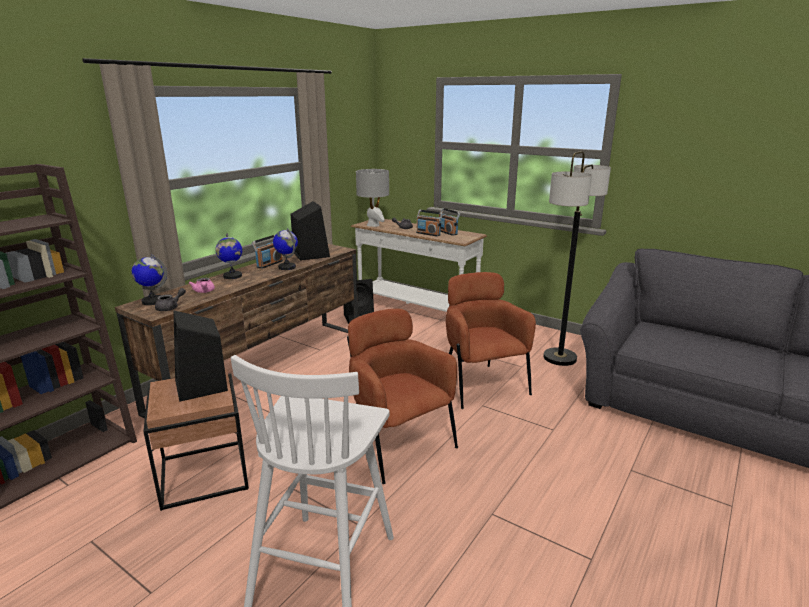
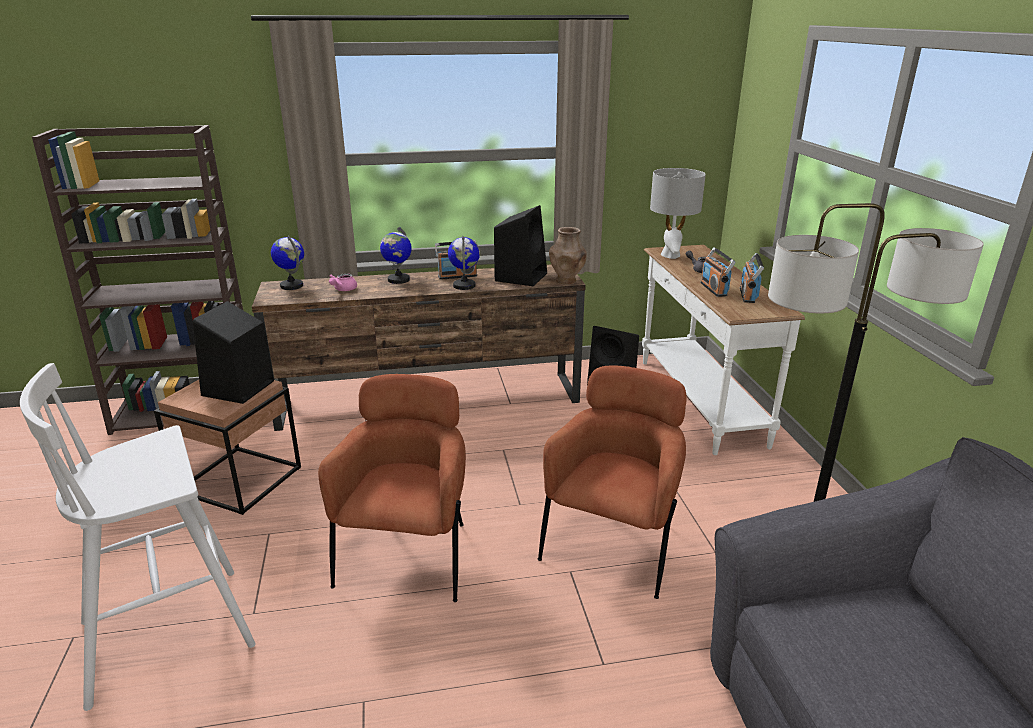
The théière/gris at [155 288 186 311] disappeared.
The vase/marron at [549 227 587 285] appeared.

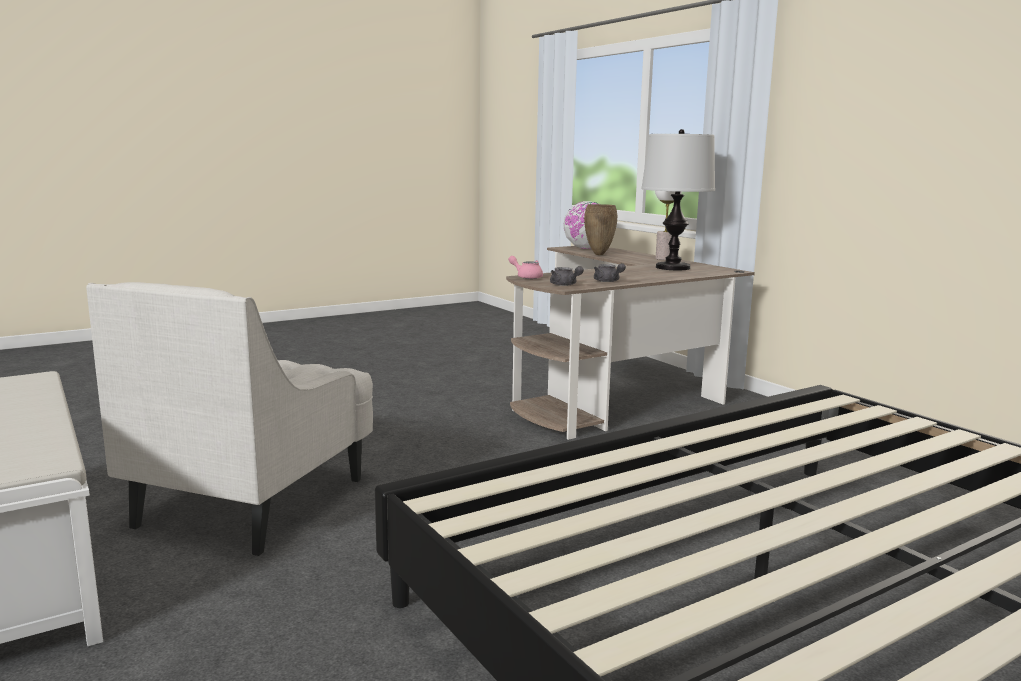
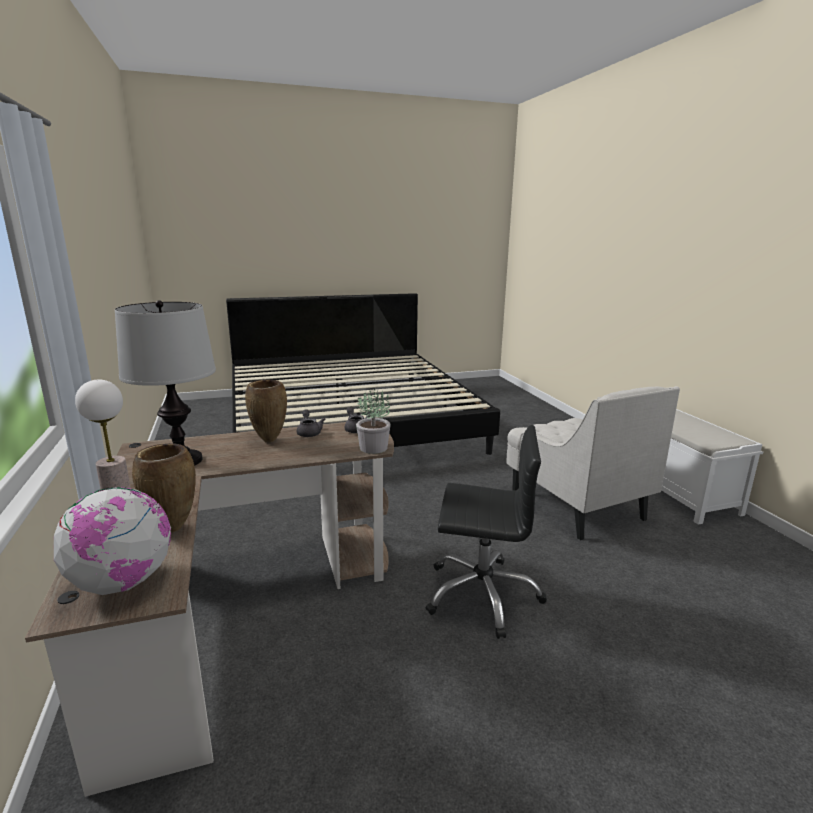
The fauteuil/blanc at [86 282 373 556] turned 120 degrees clockwise.
The théière/rose at [508 256 543 279] was replaced by the plante en pot at [356 389 391 454].
The vase/marron at [245 380 287 443] appeared.
The chaise de bureau/noir at [426 425 547 639] appeared.

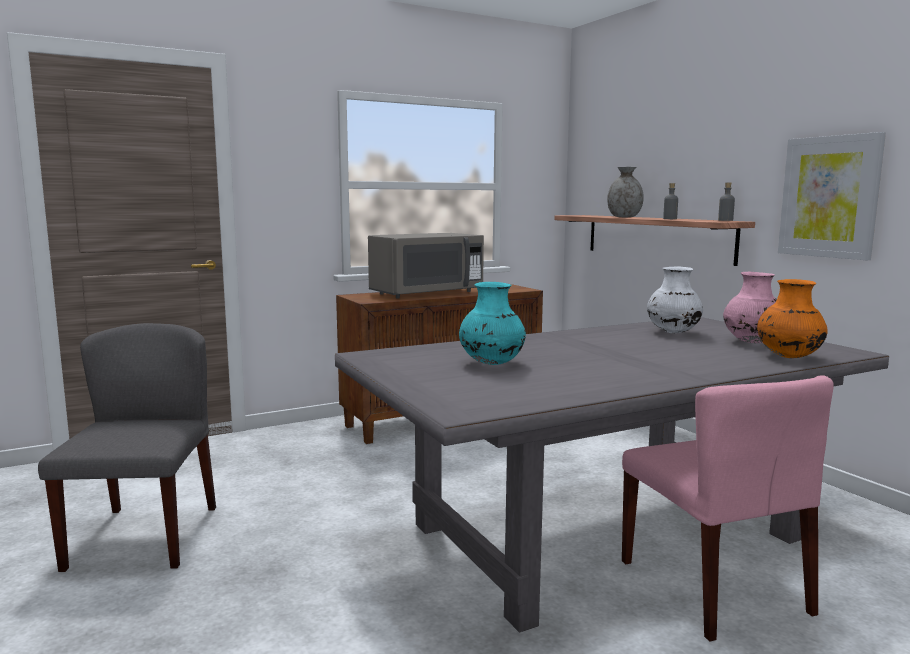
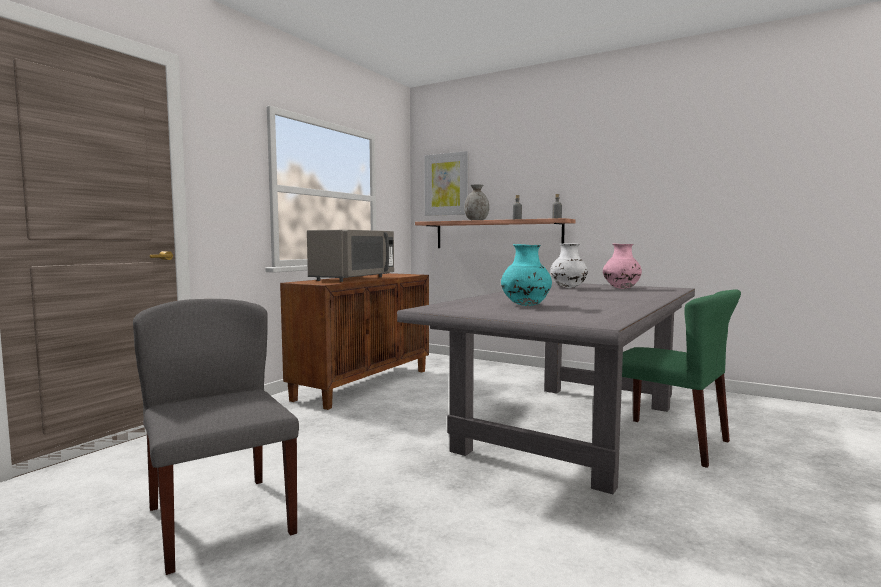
The chaise/rose at [622 375 834 642] became the chaise/vert at [622 289 741 468].
The vase/orange at [757 279 828 358] disappeared.
The tableau moved from [778 132 886 260] to [425 151 469 216].

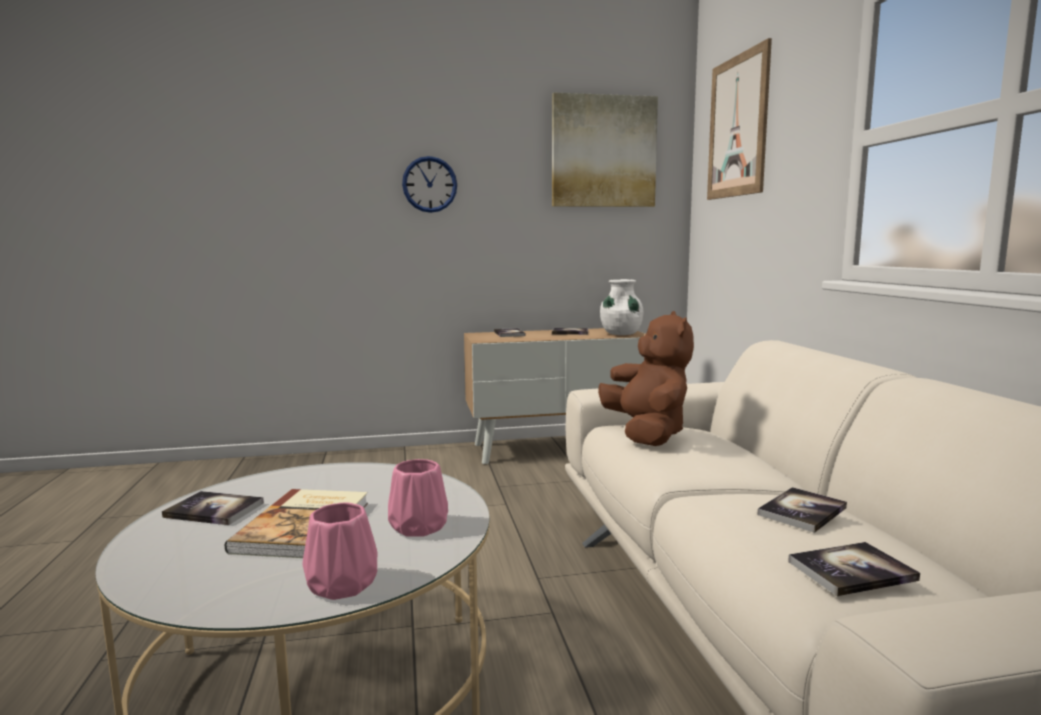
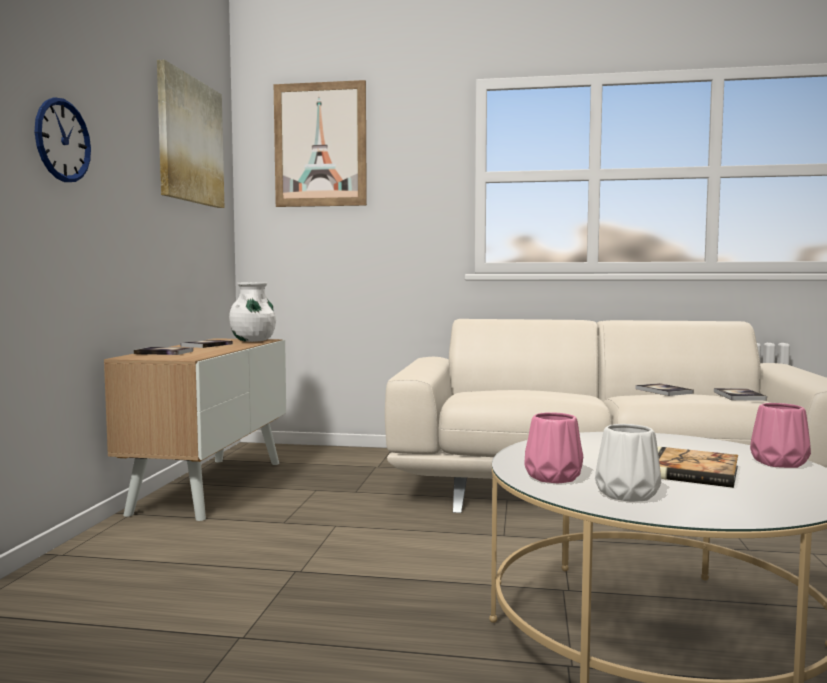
The livre at [162 491 264 525] was replaced by the vase/blanc at [595 424 661 502].
The vase/rose moved from [388 459 448 537] to [524 412 583 484].
The peluche/marron at [598 311 694 446] disappeared.

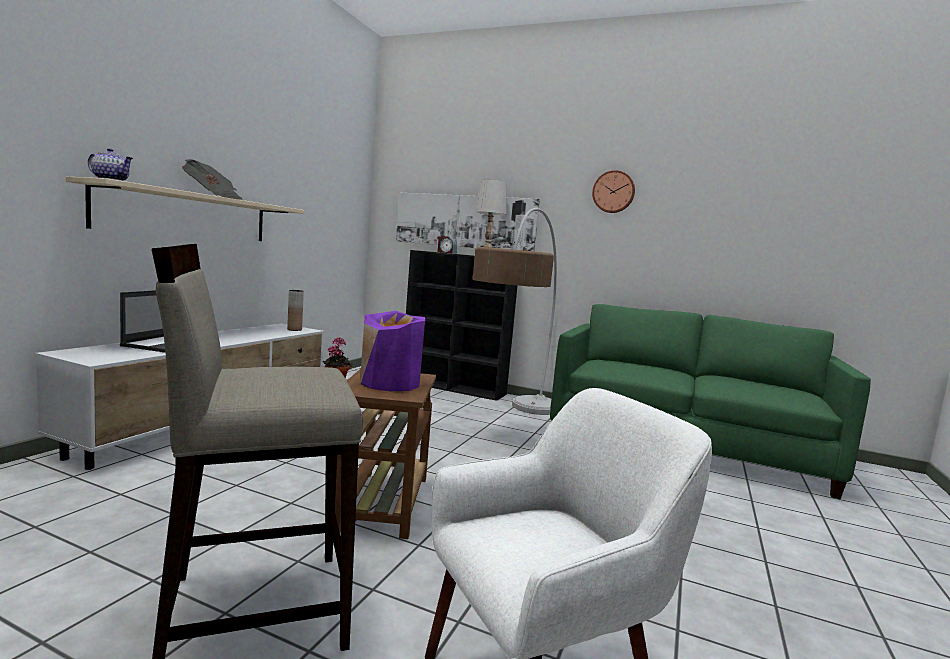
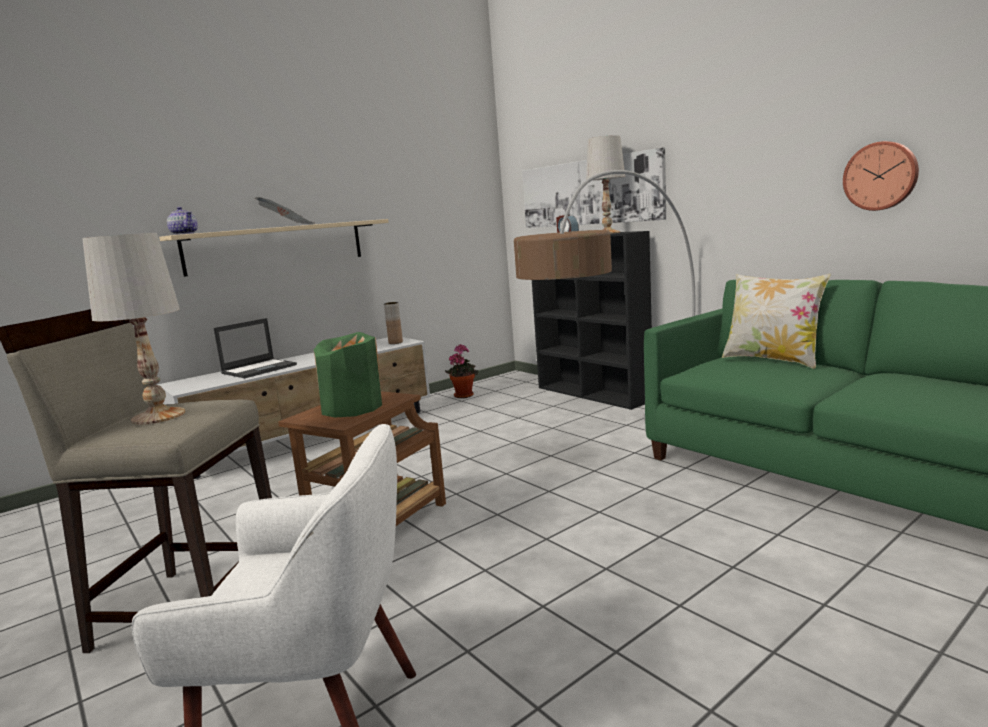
The vase/violet at [360 311 425 391] became the vase/vert at [314 332 382 417].
The horloge murale moved from [592 170 635 213] to [843 141 919 211].
The lampe de table/blanc at [82 233 185 425] appeared.
The coussin at [722 274 831 369] appeared.

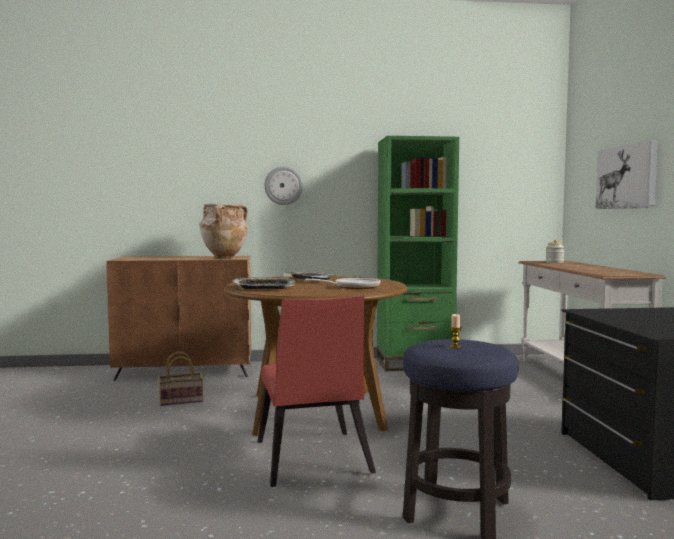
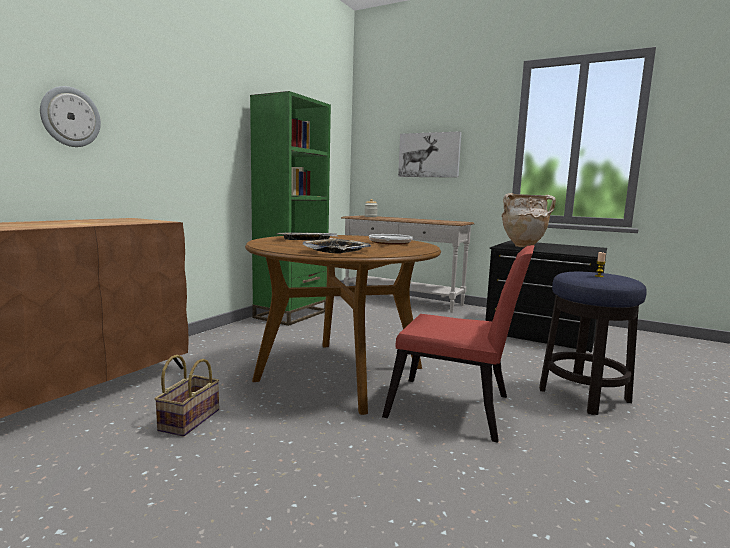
The vase/beige moved from [199 203 248 259] to [501 193 556 248].
The horloge murale moved from [264 166 303 205] to [40 86 101 147].

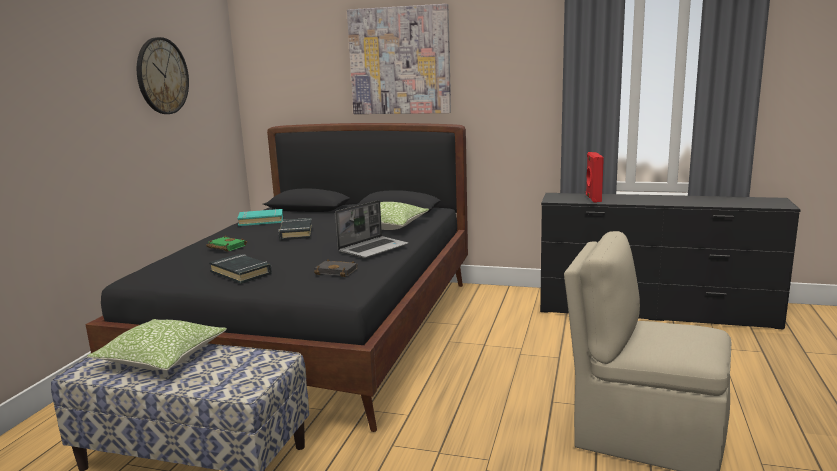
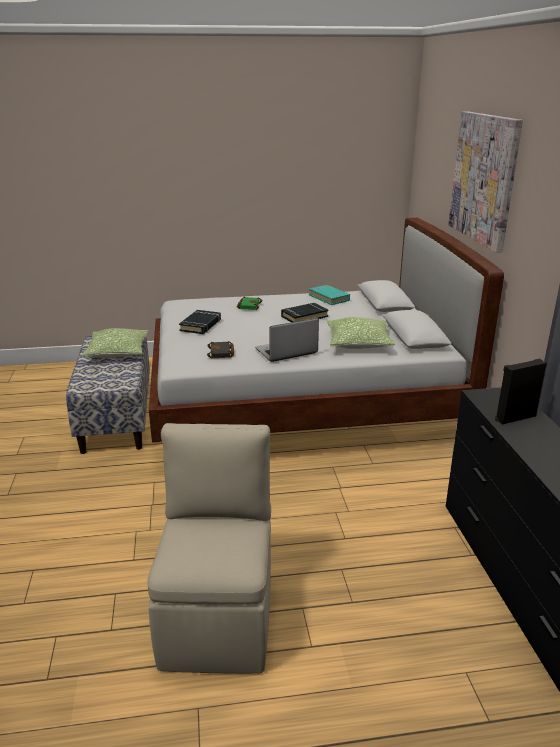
The lit/noir at [85 123 468 432] became the lit/blanc at [149 218 504 442].
The horloge murale at [137 37 189 114] disappeared.
The ordinateur portable at [335 200 409 258] turned 135 degrees clockwise.
The enceinte/rouge at [586 152 604 203] became the enceinte/noir at [495 359 547 425].

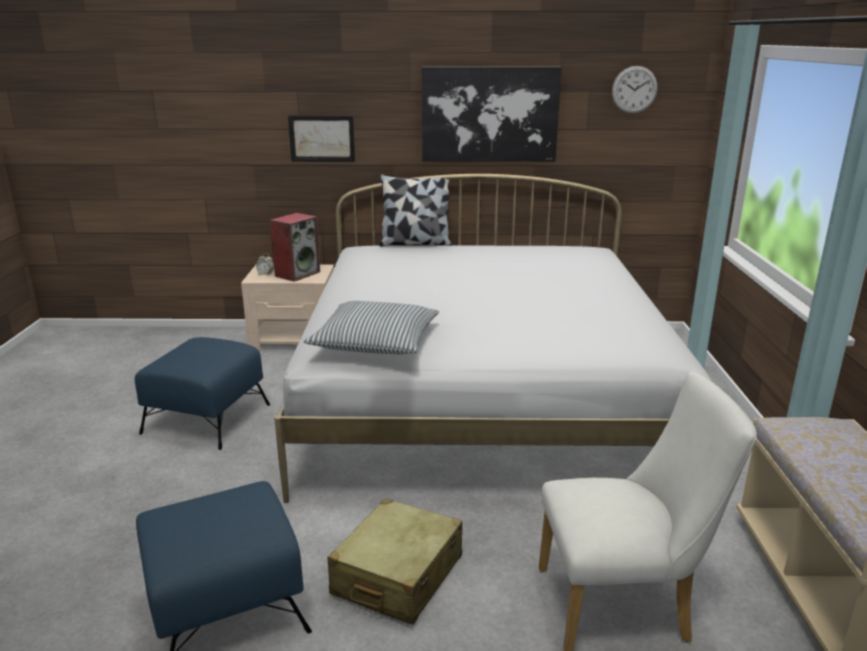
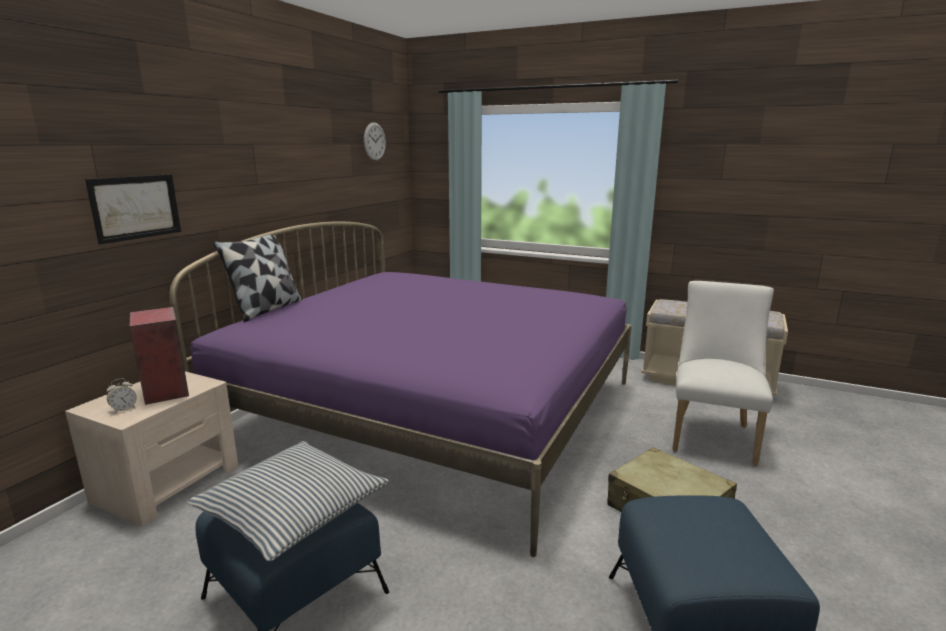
The lit/blanc at [274 174 711 503] became the lit/violet at [169 221 632 557].
The coussin moved from [304 301 439 354] to [187 441 389 561].
The tableau at [422 67 562 162] disappeared.

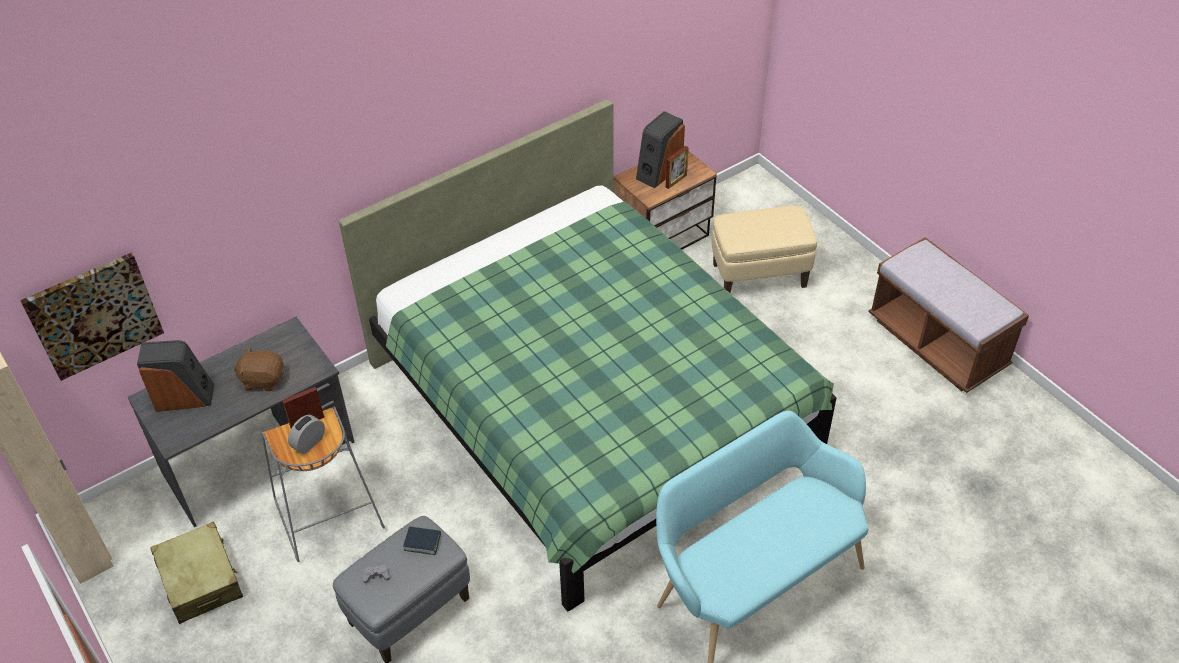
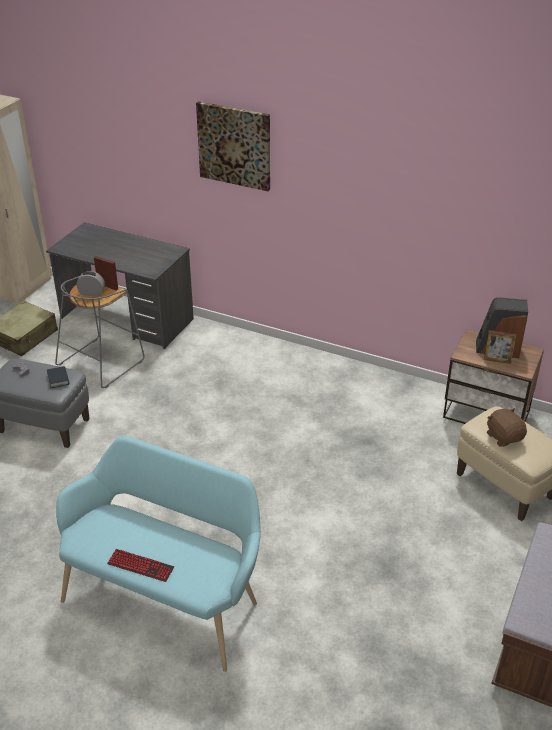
The tableau moved from [20 252 164 381] to [196 101 270 191].
The enceinte at [137 340 214 412] disappeared.
The peluche/marron moved from [234 347 284 391] to [487 408 527 447].
The lit/vert at [339 99 837 612] disappeared.
The clavier at [107 549 174 582] appeared.

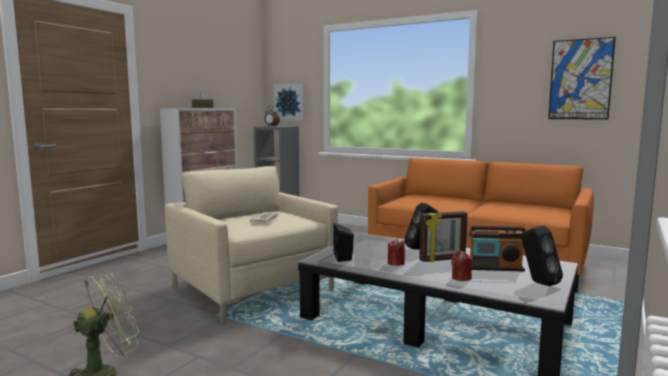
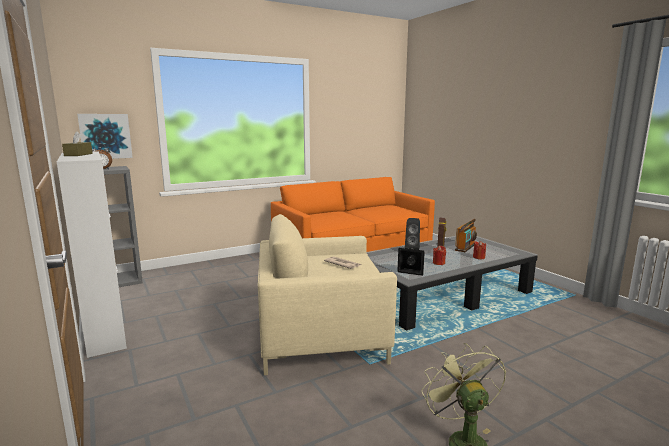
The enceinte/noir at [521 226 563 286] disappeared.
The tableau at [548 37 616 120] disappeared.

